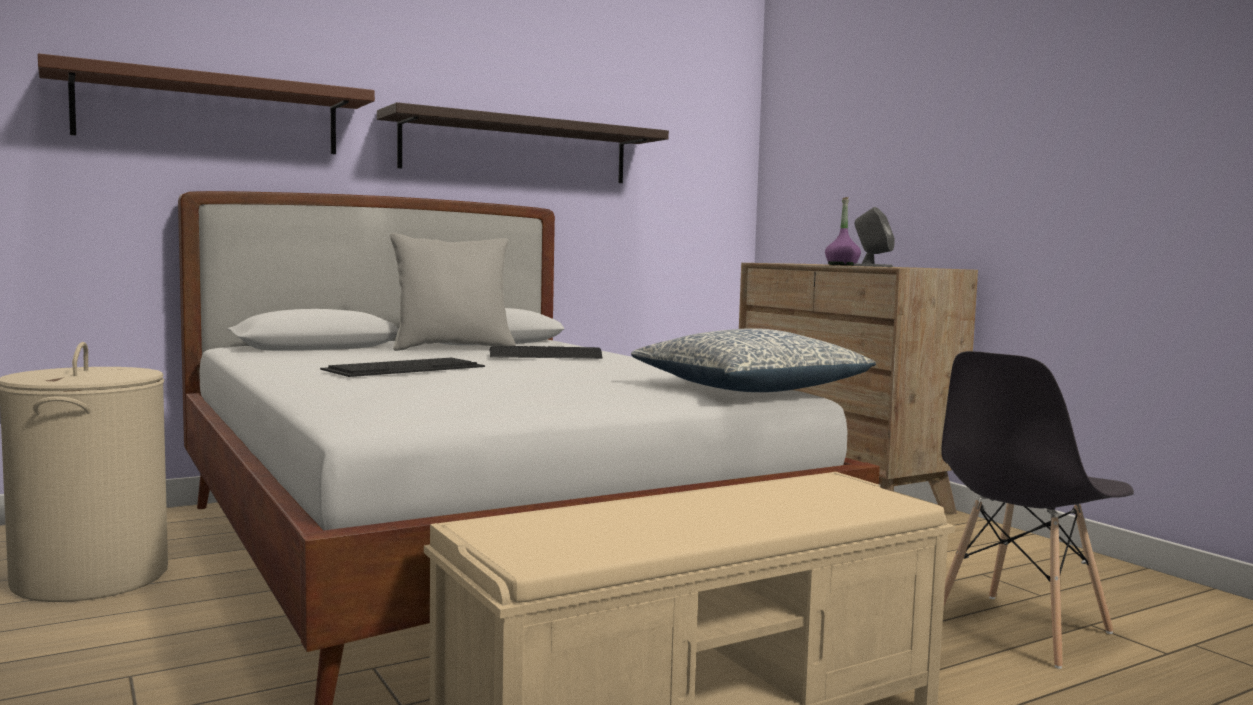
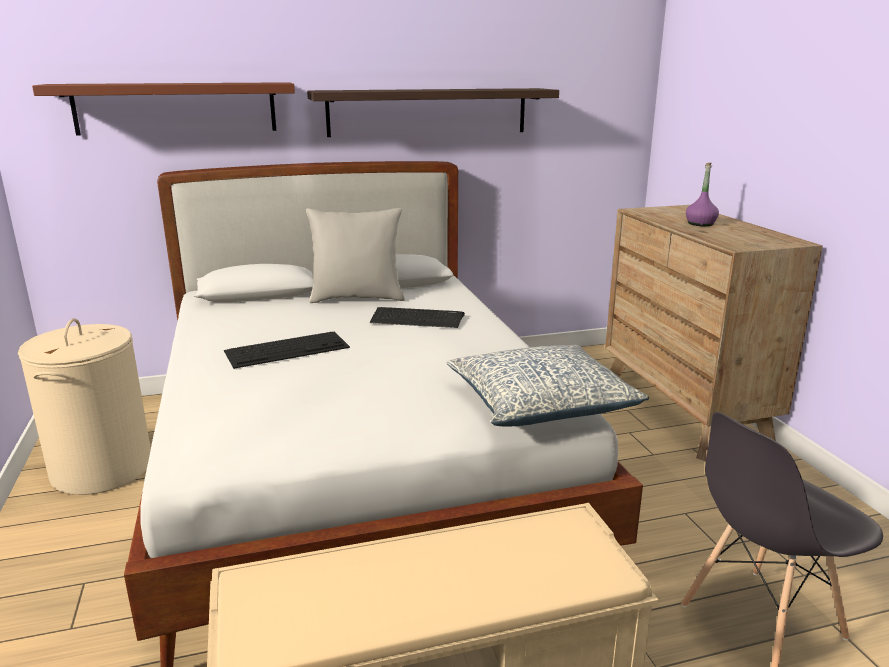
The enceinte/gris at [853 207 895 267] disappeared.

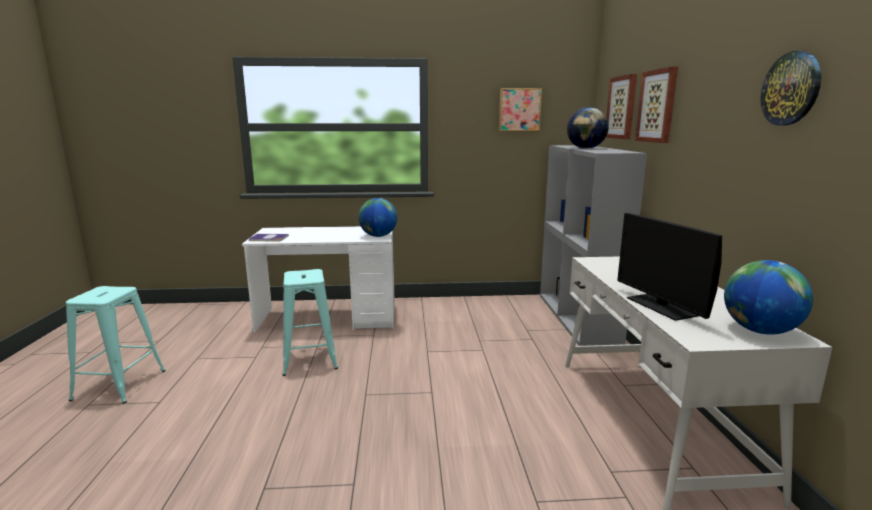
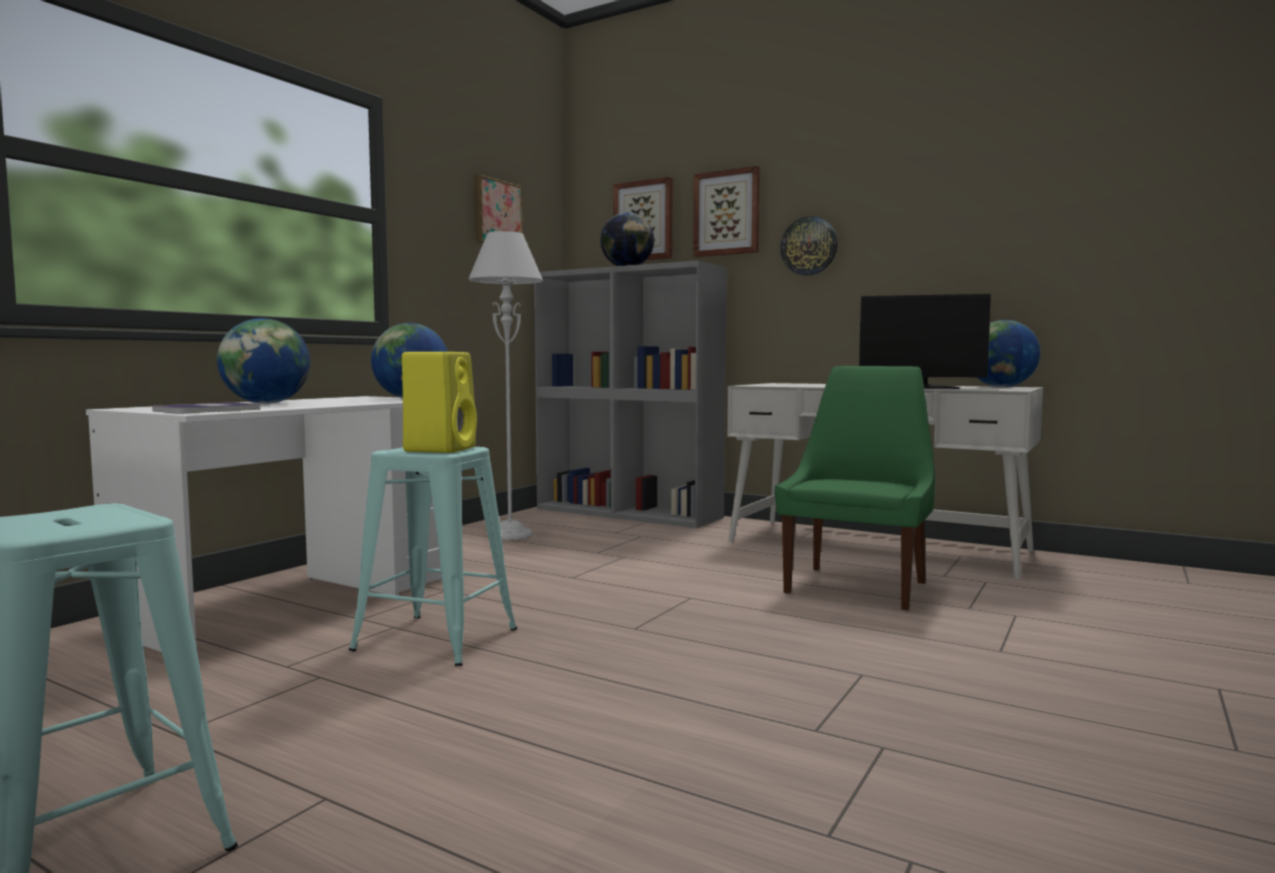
The horloge murale moved from [760 51 821 125] to [780 216 838 275].
The globe at [217 318 310 404] appeared.
The enceinte/jaune at [402 352 477 453] appeared.
The lampadaire/gris at [468 231 543 540] appeared.
The chaise/vert at [775 366 935 611] appeared.

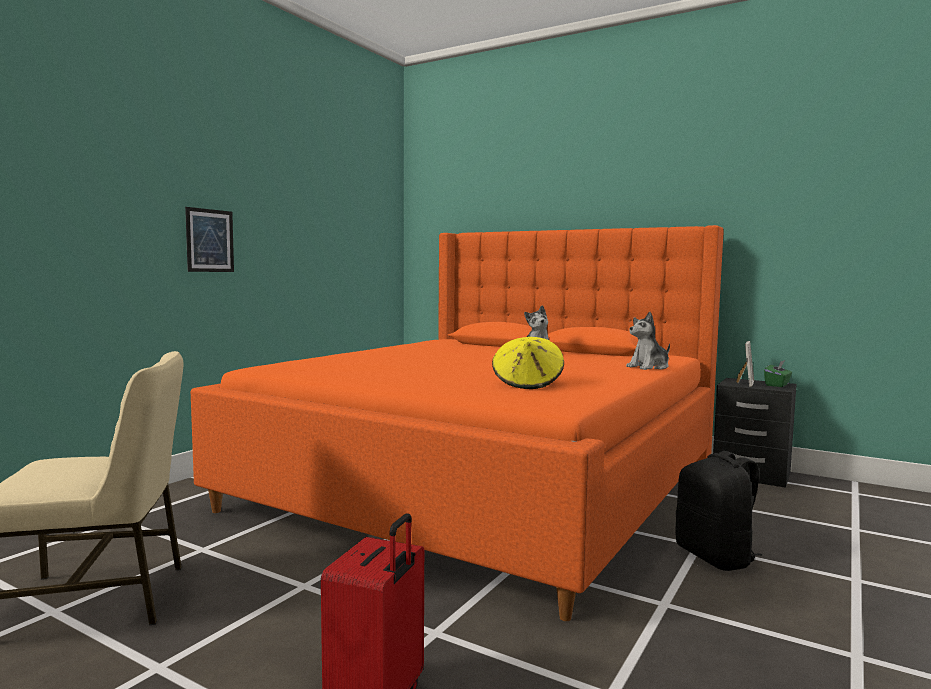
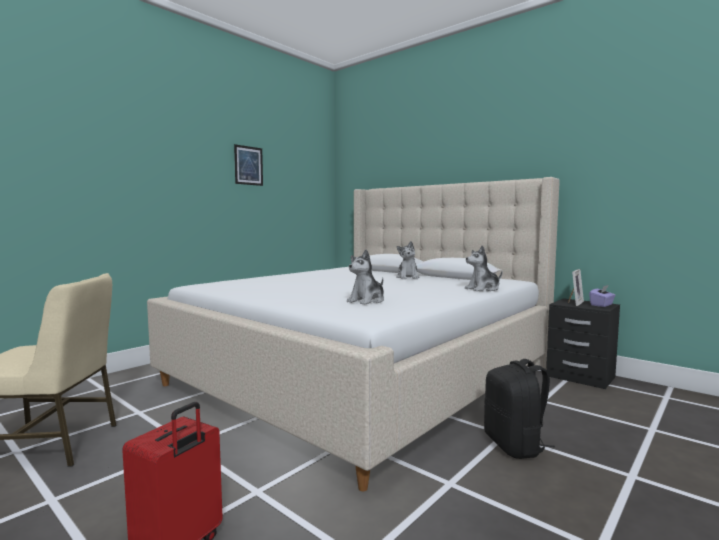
The tableau moved from [185 207 234 272] to [234 144 263 186].
The lit/orange at [191 225 724 621] became the lit/beige at [147 177 560 491].
The chapeau/jaune at [492 337 564 389] was replaced by the peluche at [347 249 384 305].
The boîte à mouchoirs/vert at [764 360 792 387] became the boîte à mouchoirs/violet at [589 285 616 307].

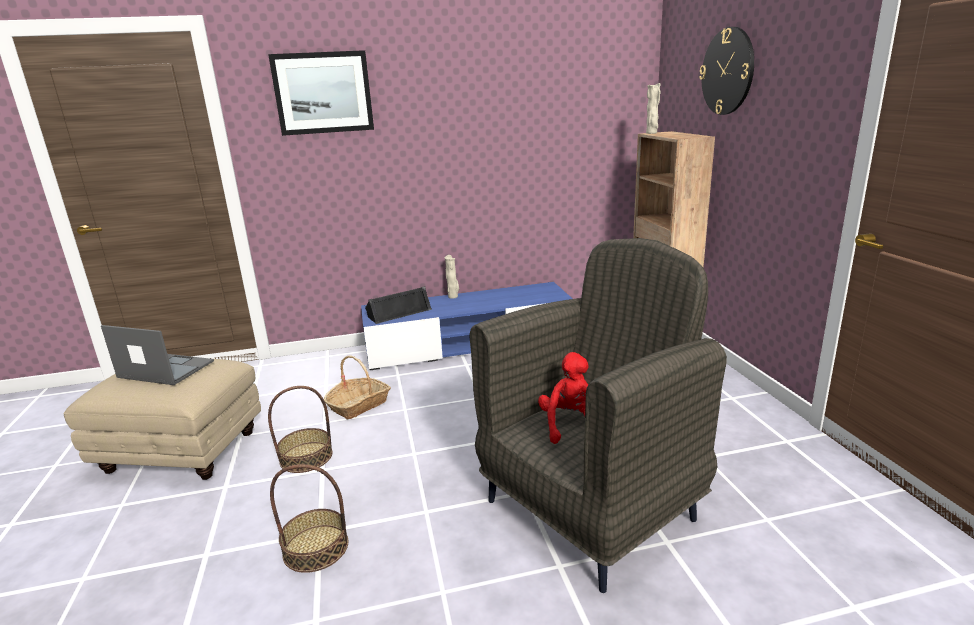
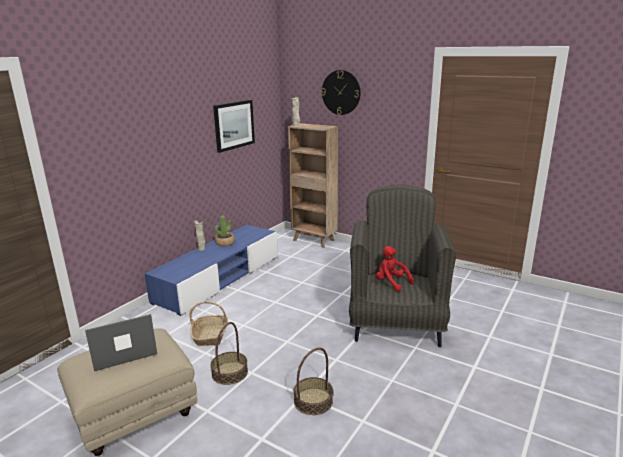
The tableau moved from [268 50 374 136] to [213 100 255 153].
The enceinte/noir at [365 286 432 324] disappeared.
The plante en pot at [215 215 235 246] appeared.

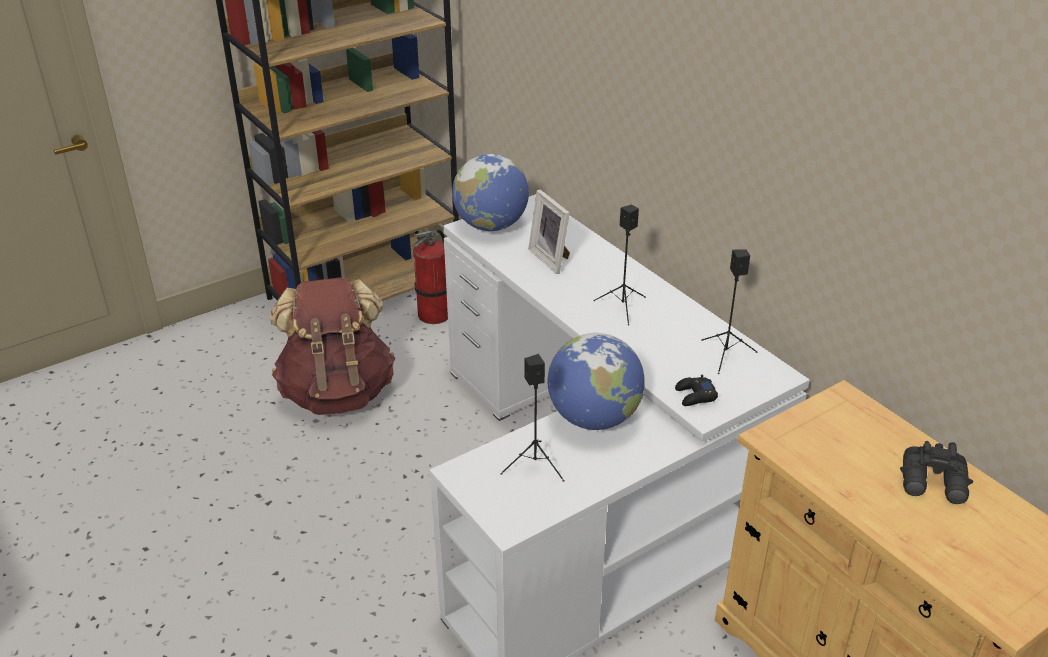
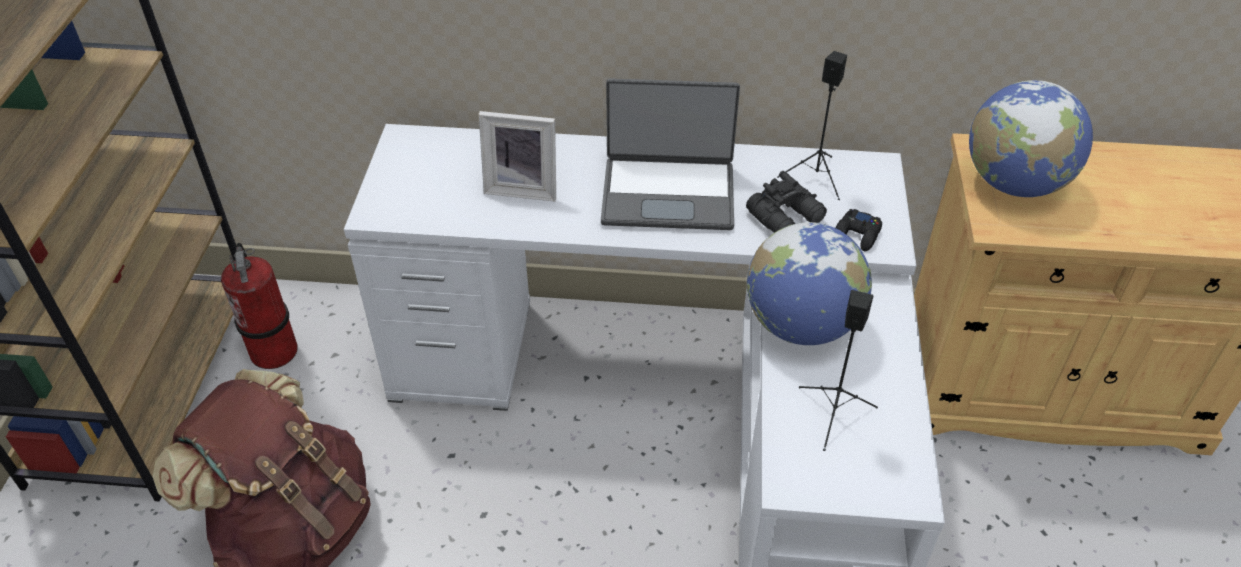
The globe moved from [452 154 529 231] to [969 80 1093 197].
The enceinte/noir at [593 204 646 325] was replaced by the ordinateur portable at [601 78 740 230].
The jumelles/noir moved from [900 441 973 504] to [746 171 827 233].

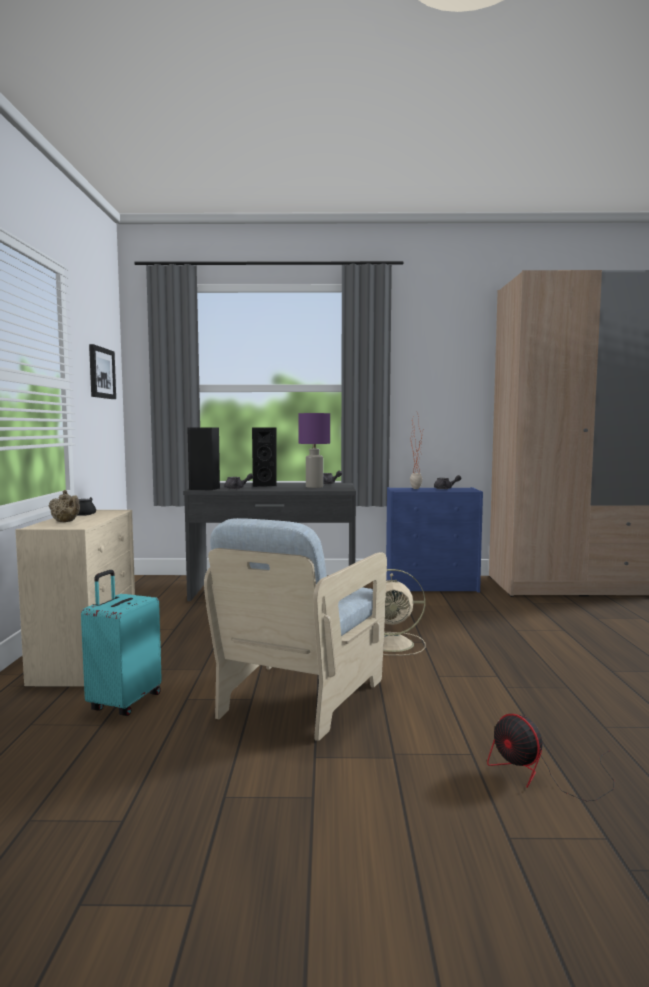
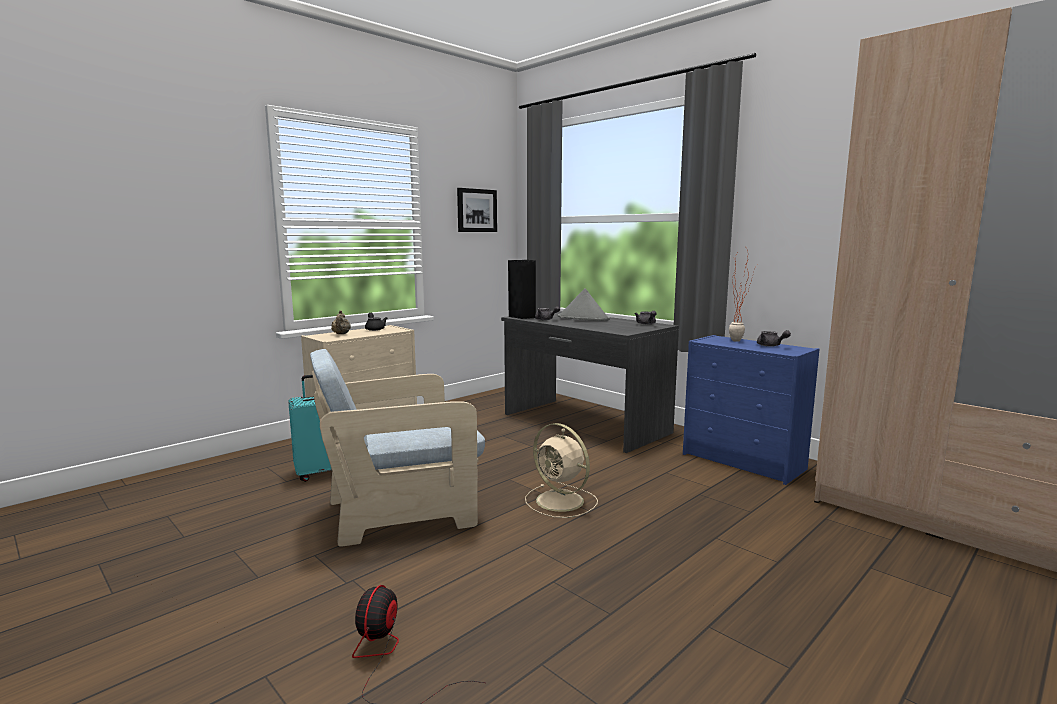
The enceinte/noir at [252 427 277 487] was replaced by the chapeau/gris at [558 288 610 321].
The lampe de table/violet at [298 413 330 488] disappeared.

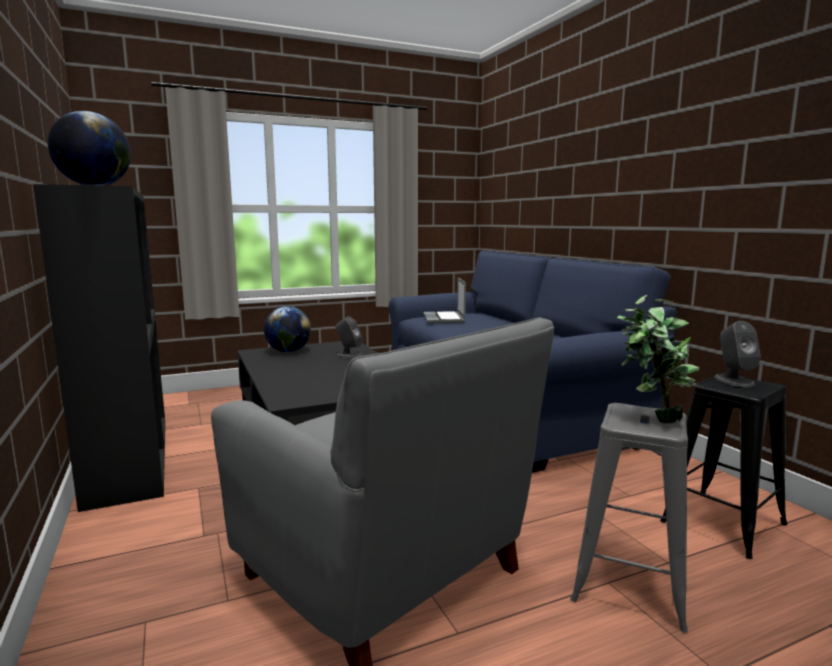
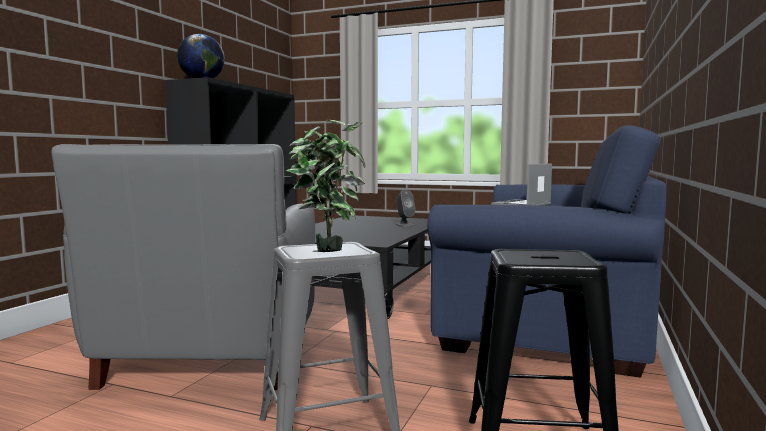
The globe at [264 306 311 352] disappeared.
The enceinte/gris at [714 321 761 387] disappeared.

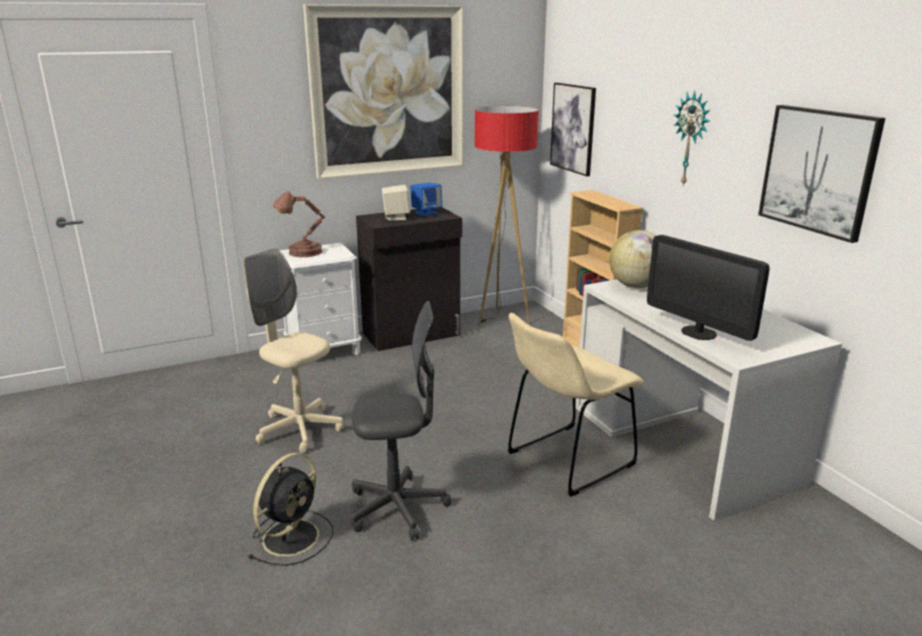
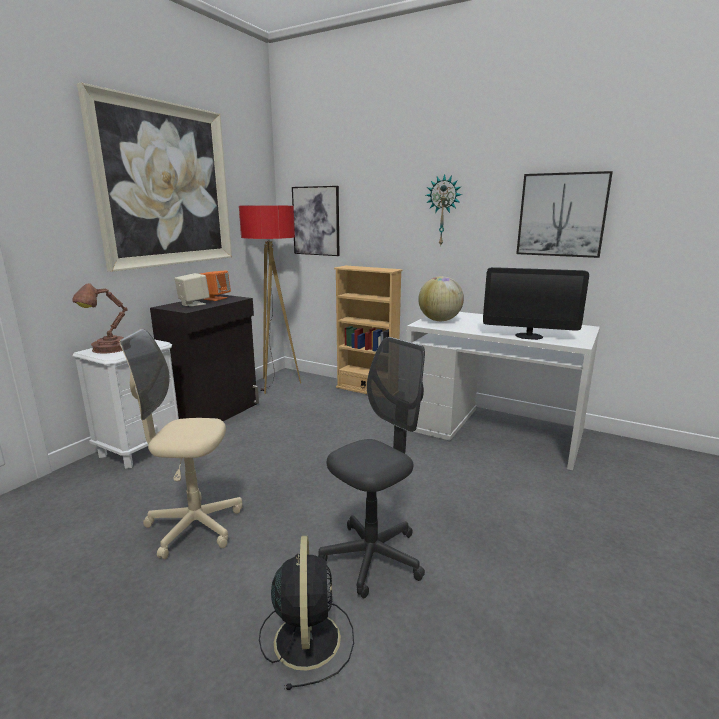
The enceinte/bleu at [410 183 442 216] became the enceinte/orange at [200 271 231 301].
The chaise/beige at [508 313 644 496] disappeared.

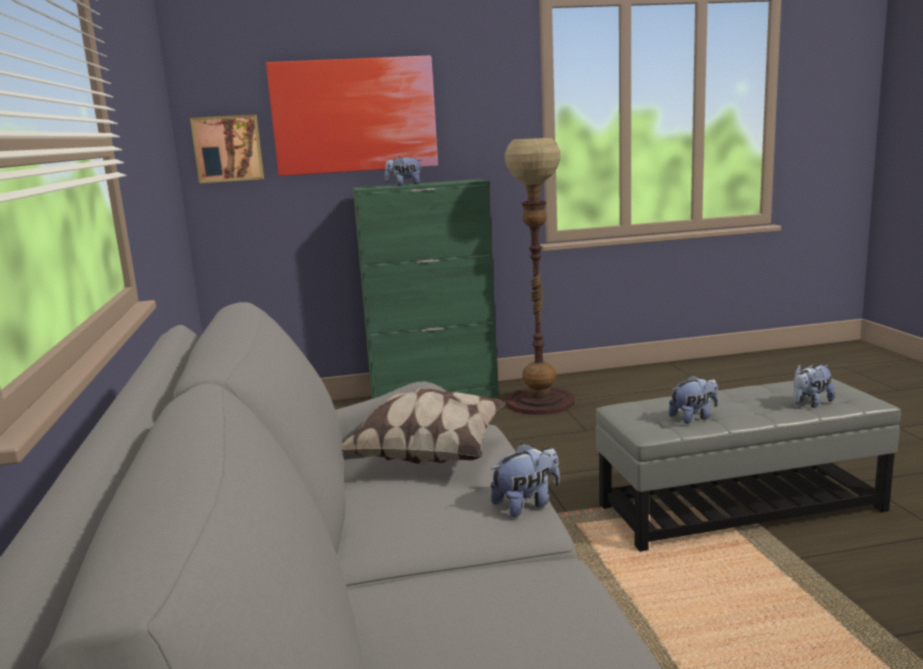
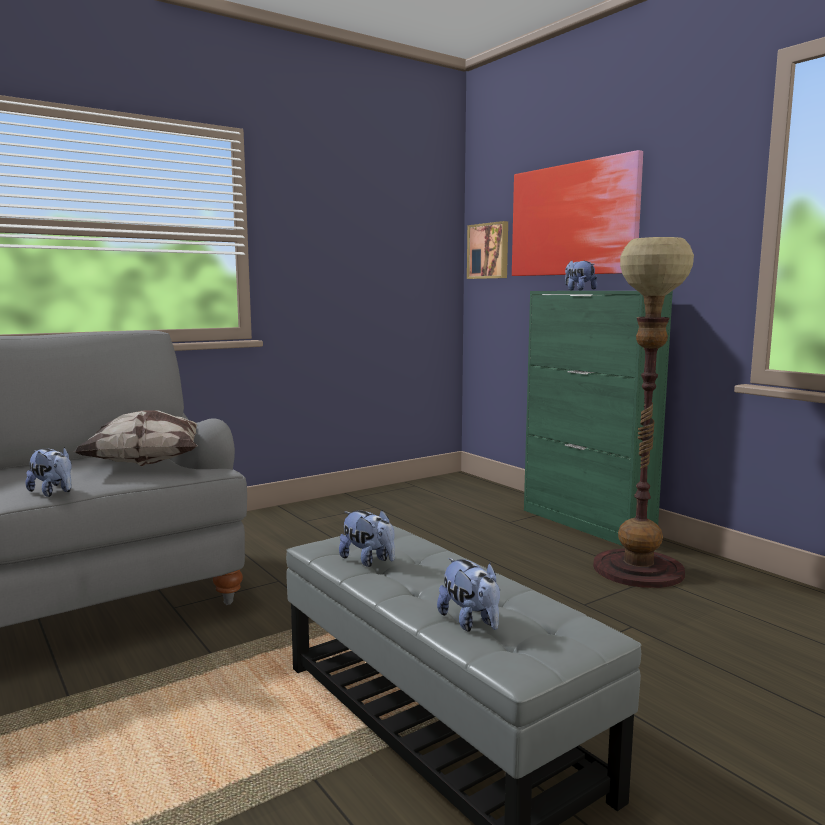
The peluche at [793 364 835 408] turned 150 degrees counterclockwise.

